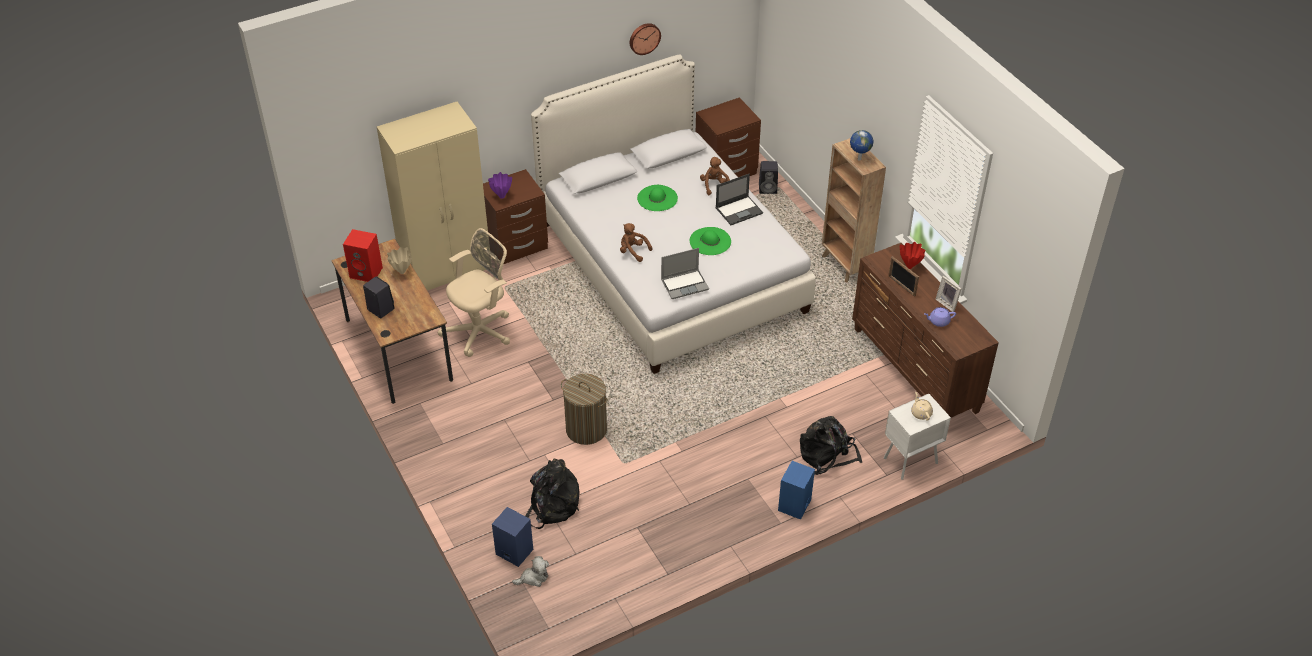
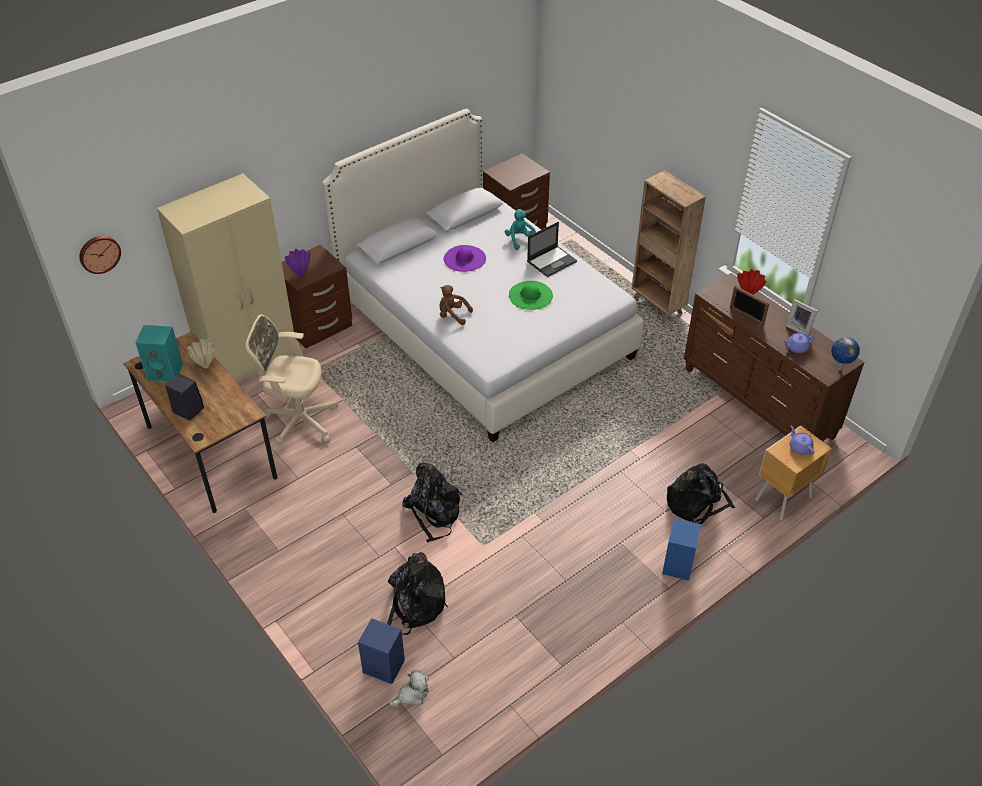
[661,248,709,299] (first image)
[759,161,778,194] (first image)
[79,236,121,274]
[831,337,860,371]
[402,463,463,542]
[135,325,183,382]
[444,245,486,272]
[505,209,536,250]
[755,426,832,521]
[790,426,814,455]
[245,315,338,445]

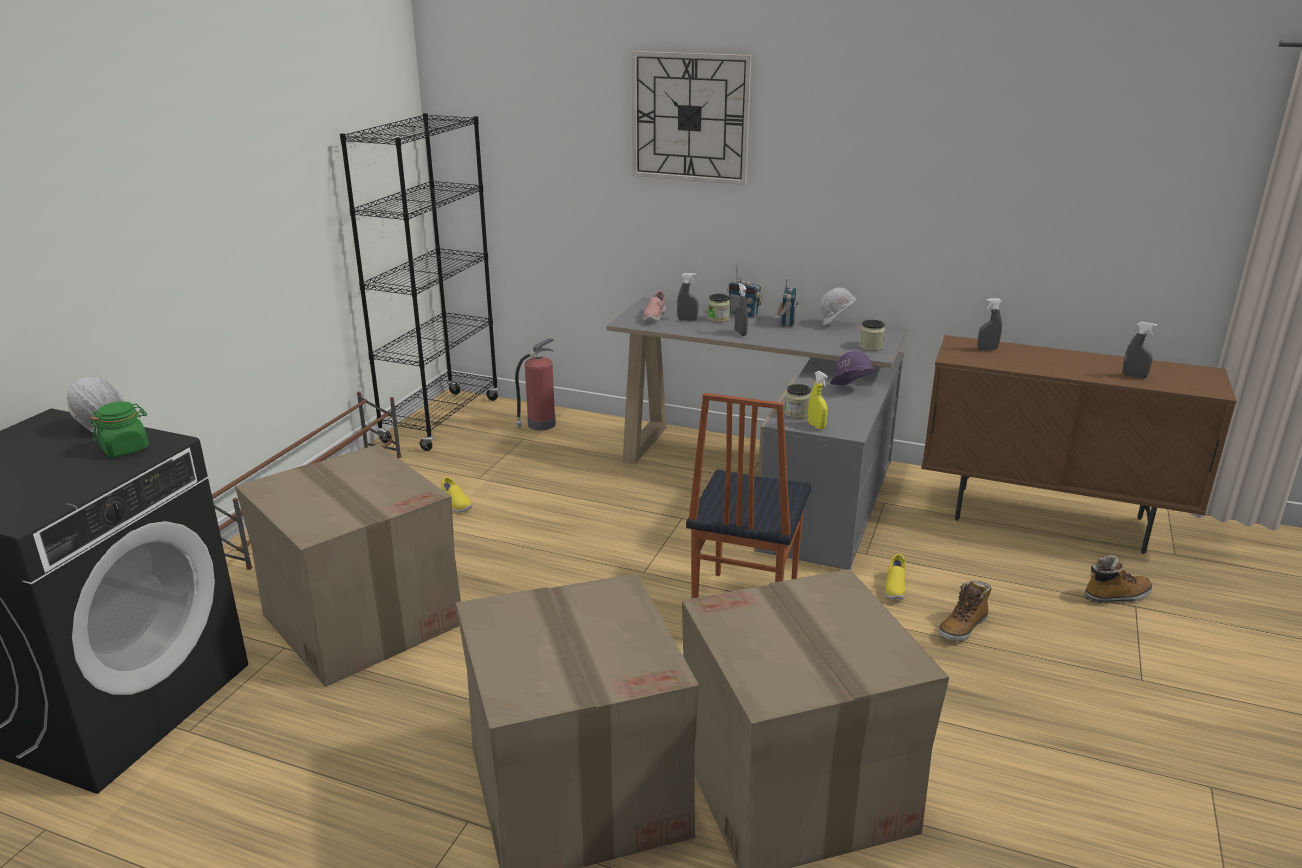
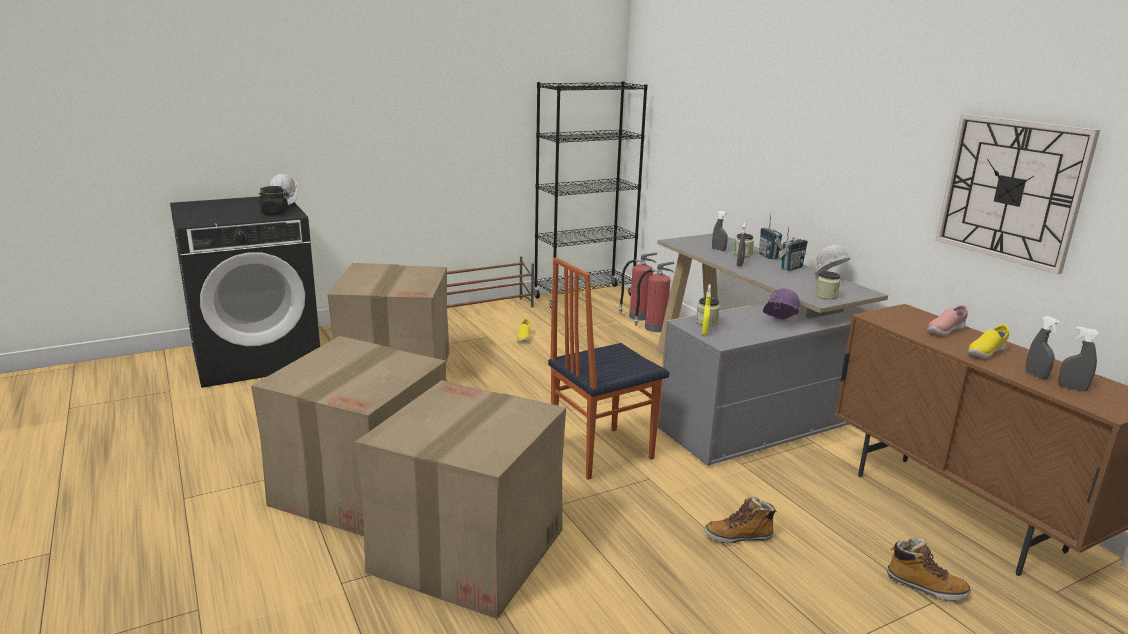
[634,262,675,332]
[935,114,1100,274]
[927,305,968,336]
[968,324,1009,358]
[1058,327,1099,391]
[259,186,289,215]

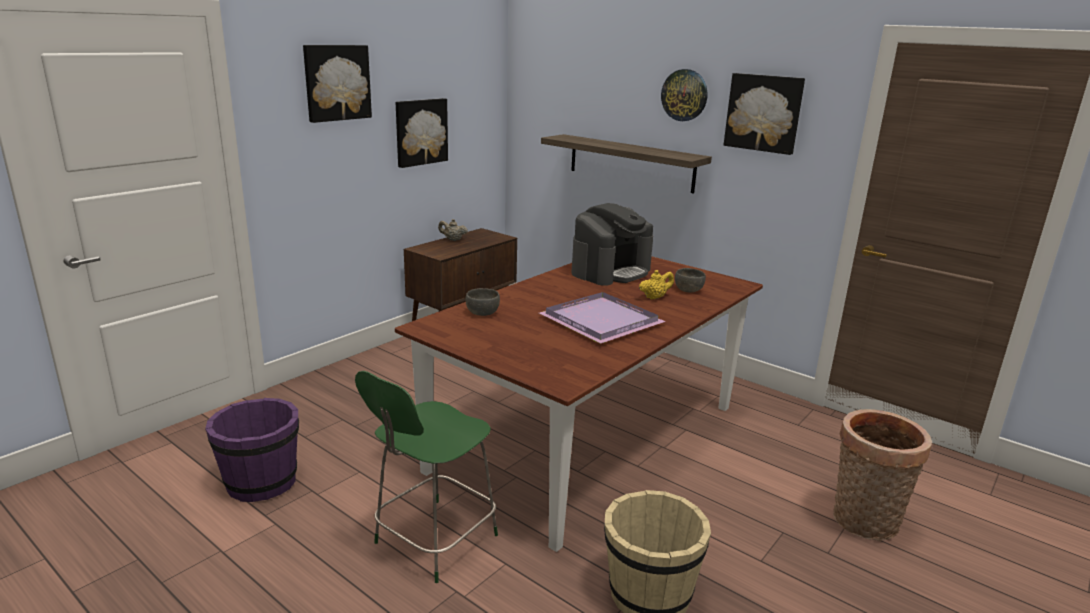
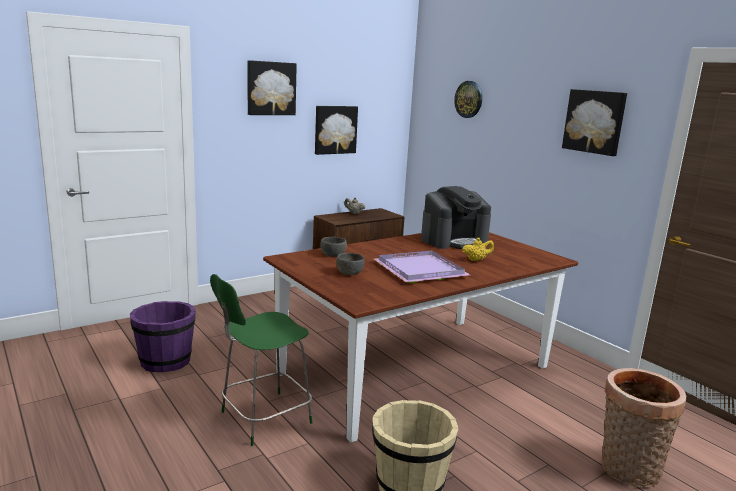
[541,134,712,194] (first image)
[454,81,482,118]
[336,253,364,275]

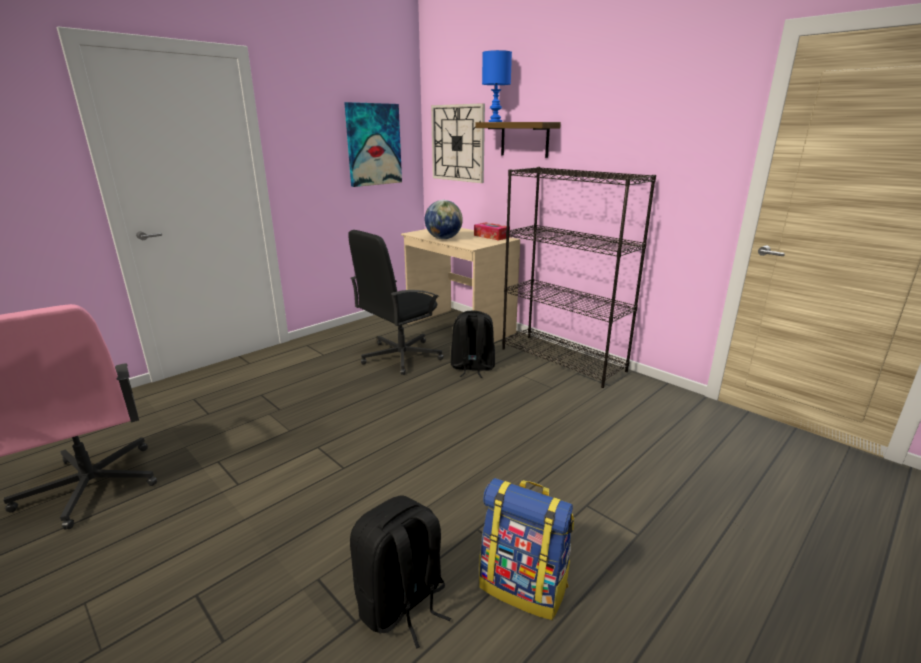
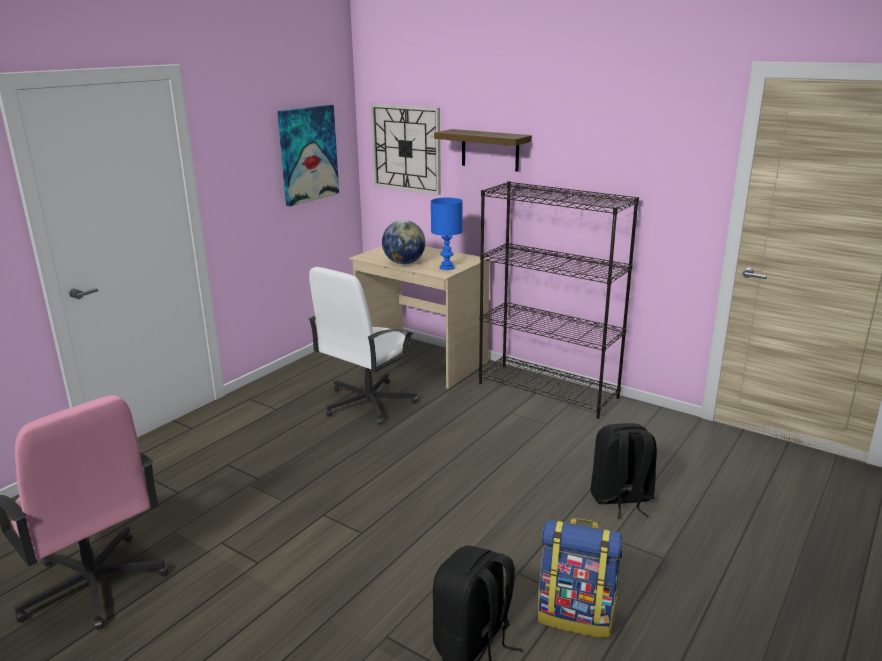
[474,222,510,241] (first image)
[590,423,657,519]
[431,198,463,270]
[309,267,418,425]

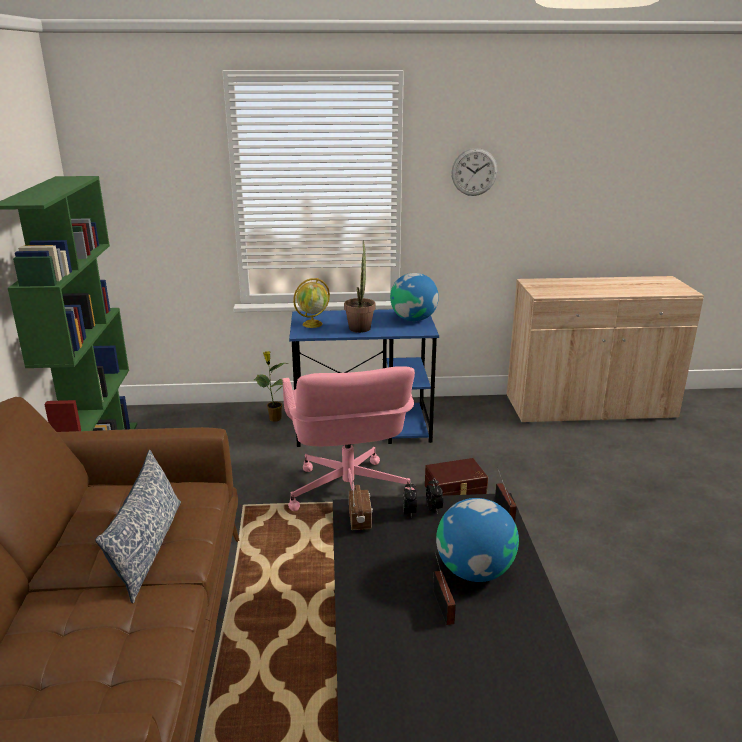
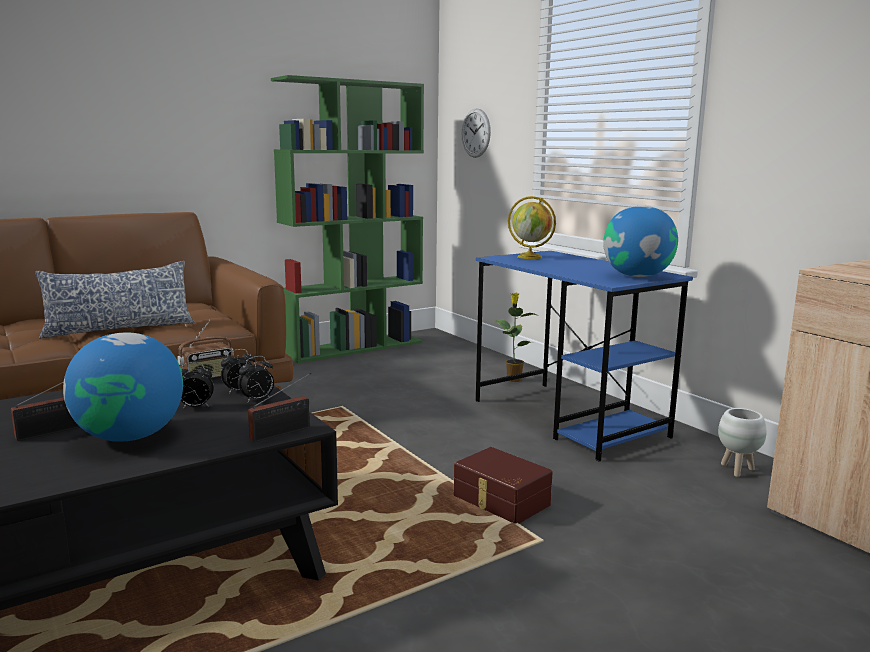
[283,366,415,511] (first image)
[344,240,375,333] (first image)
[181,362,214,409]
[718,408,766,477]
[461,108,491,158]

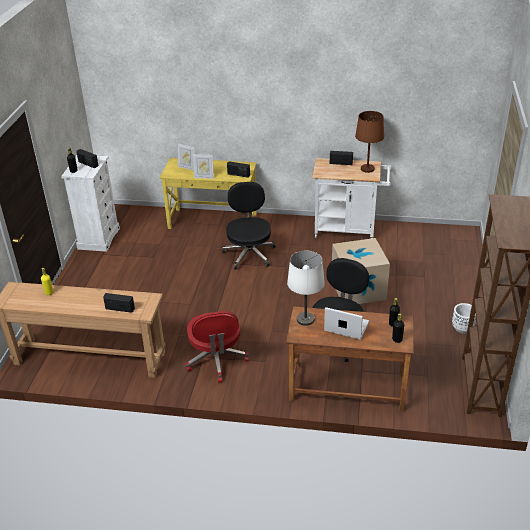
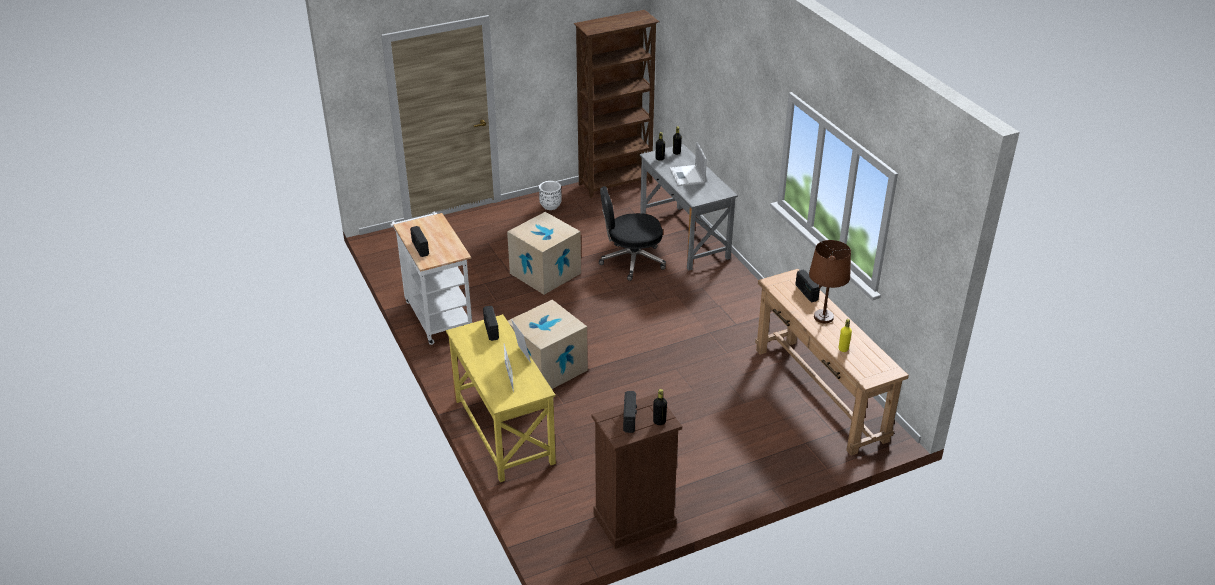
[185,311,249,383] (first image)
[287,251,325,326] (first image)
[809,240,851,323]
[508,300,588,389]
[592,393,682,549]
[640,144,738,270]

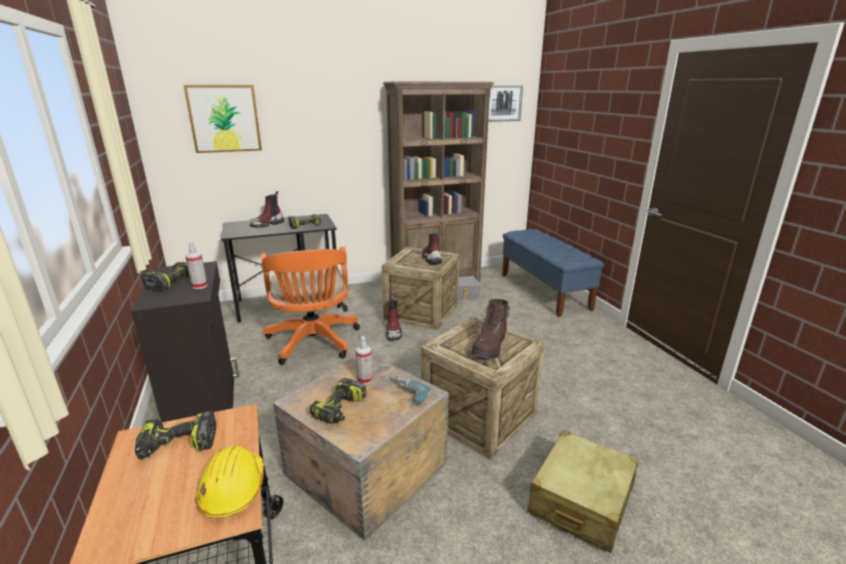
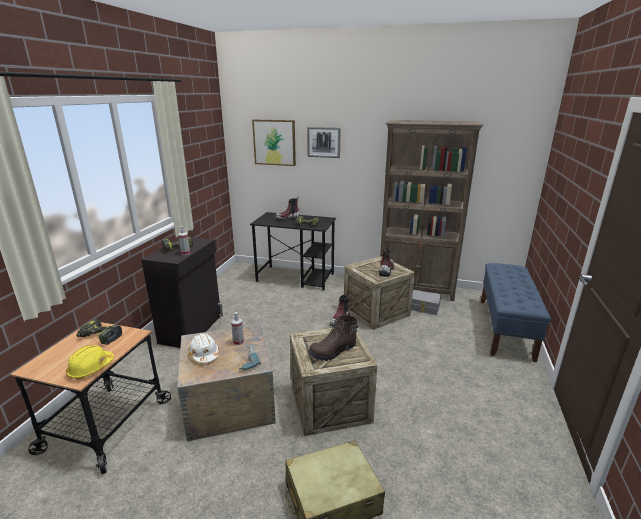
[261,246,360,365] (first image)
[307,127,341,158]
[189,333,219,363]

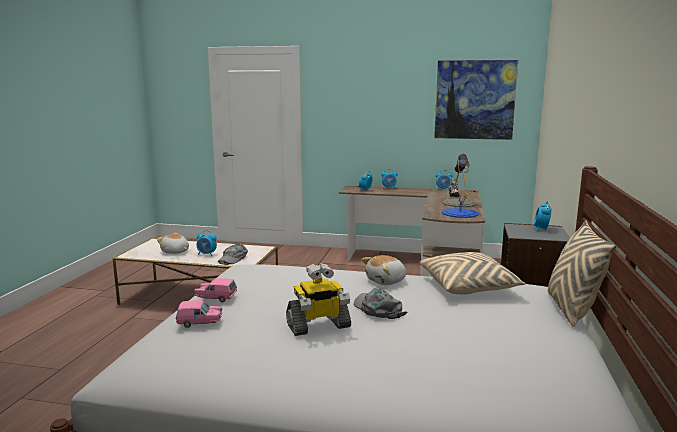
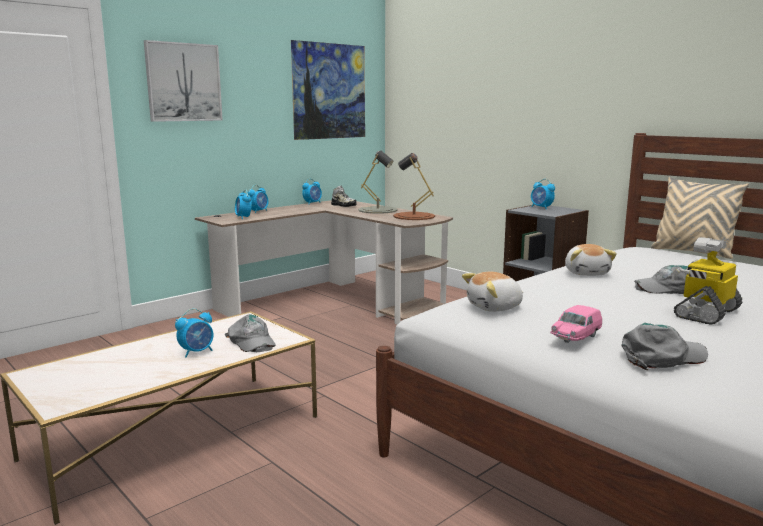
[419,252,526,294] (first image)
[144,40,223,122]
[462,272,524,312]
[621,323,708,370]
[393,153,435,220]
[671,237,743,325]

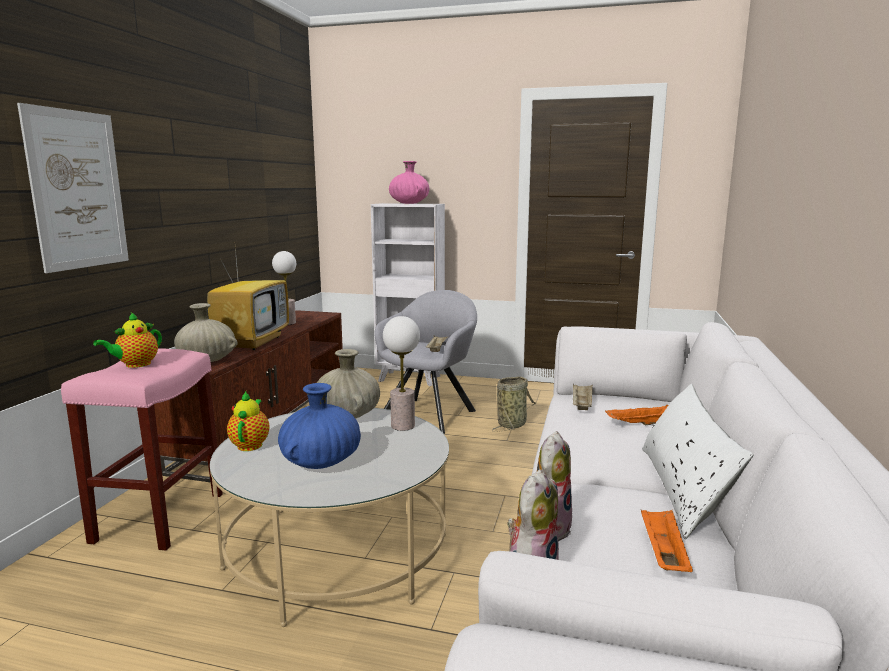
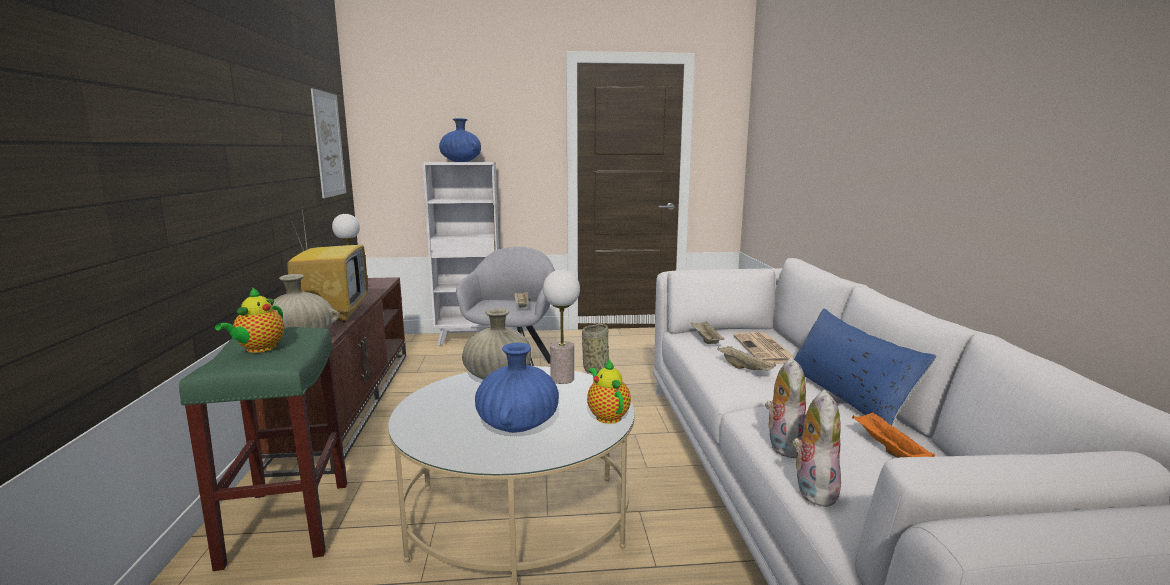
[717,346,776,370]
[311,88,346,198]
[587,359,631,424]
[733,332,795,364]
[179,327,347,571]
[439,118,481,162]
[794,309,936,426]

